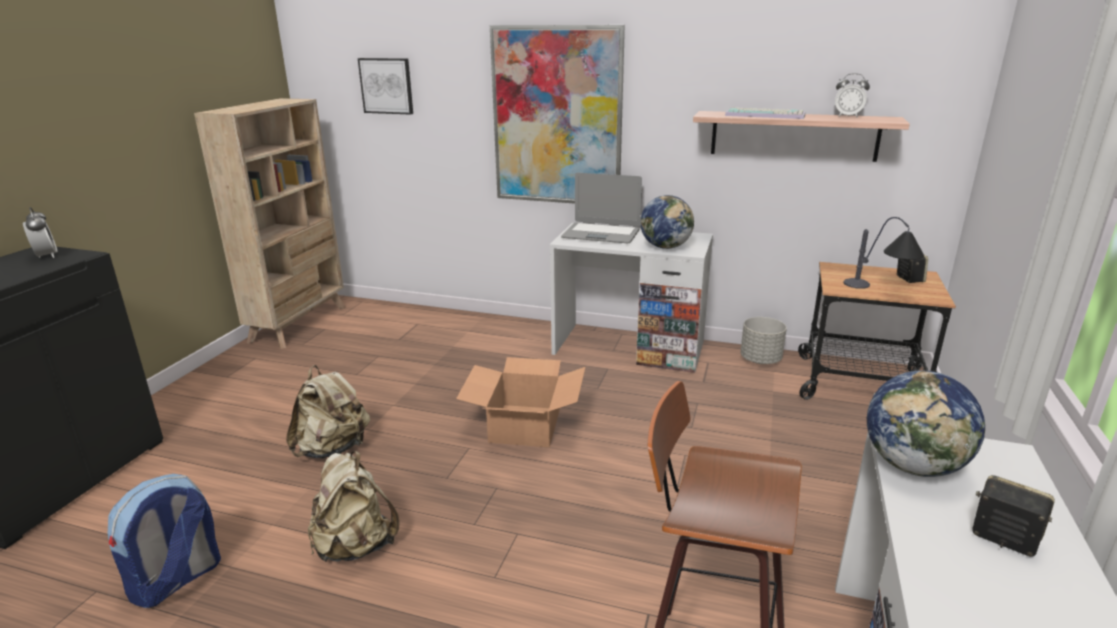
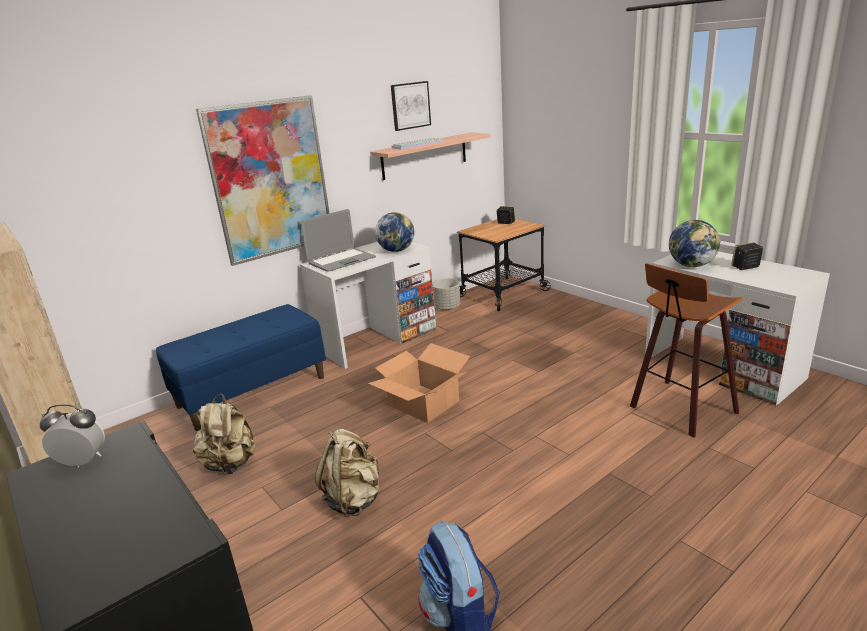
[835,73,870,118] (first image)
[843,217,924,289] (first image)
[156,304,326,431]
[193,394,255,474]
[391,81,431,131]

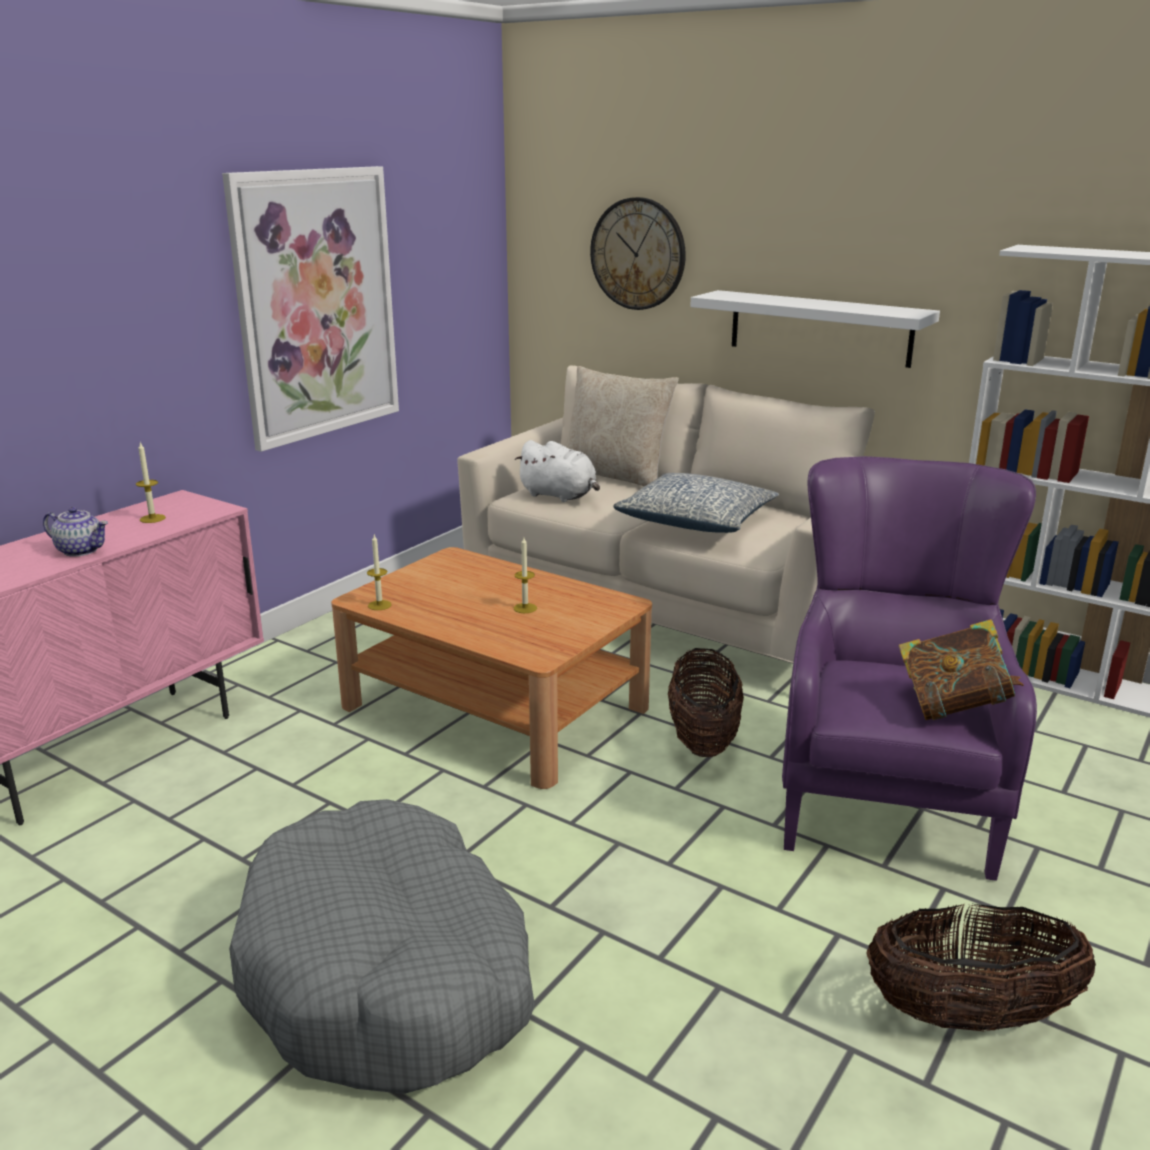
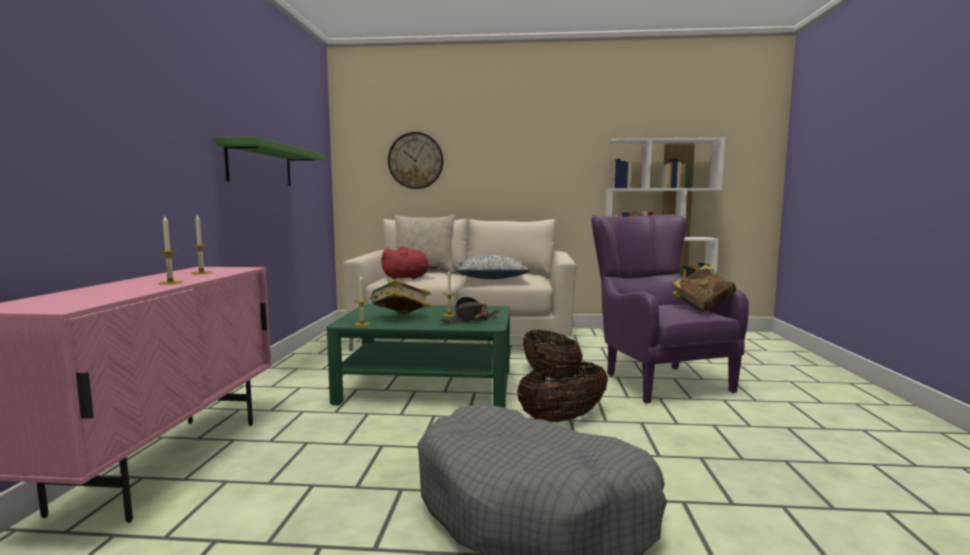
[690,290,940,368] (first image)
[370,279,431,314]
[440,297,500,323]
[517,362,608,423]
[157,216,182,285]
[215,137,325,186]
[326,304,510,408]
[381,246,437,279]

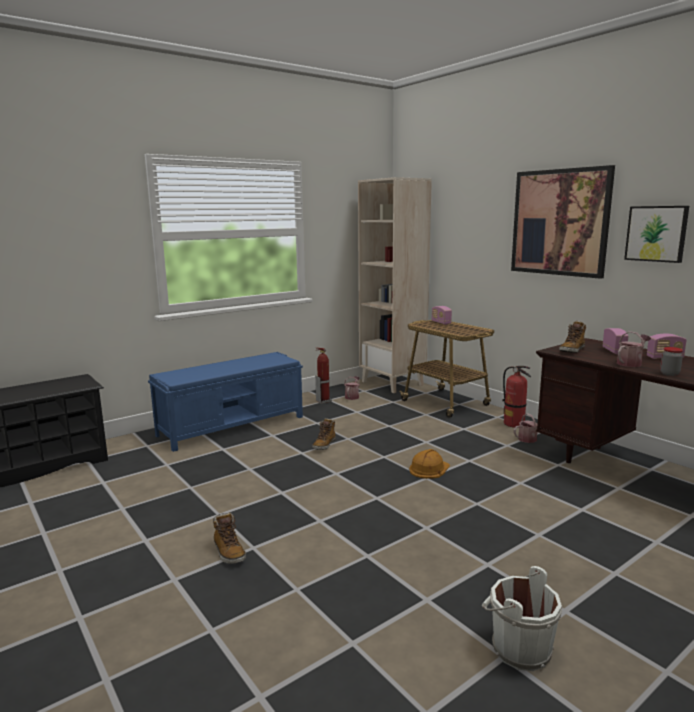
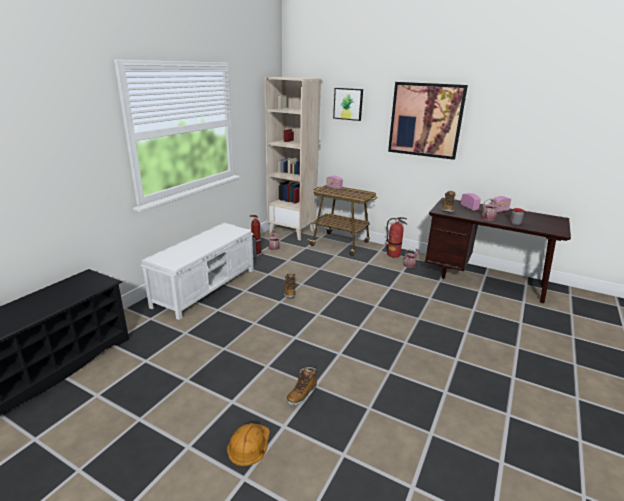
[482,566,562,671] (first image)
[227,423,270,466]
[333,88,363,121]
[141,223,254,320]
[286,367,317,405]

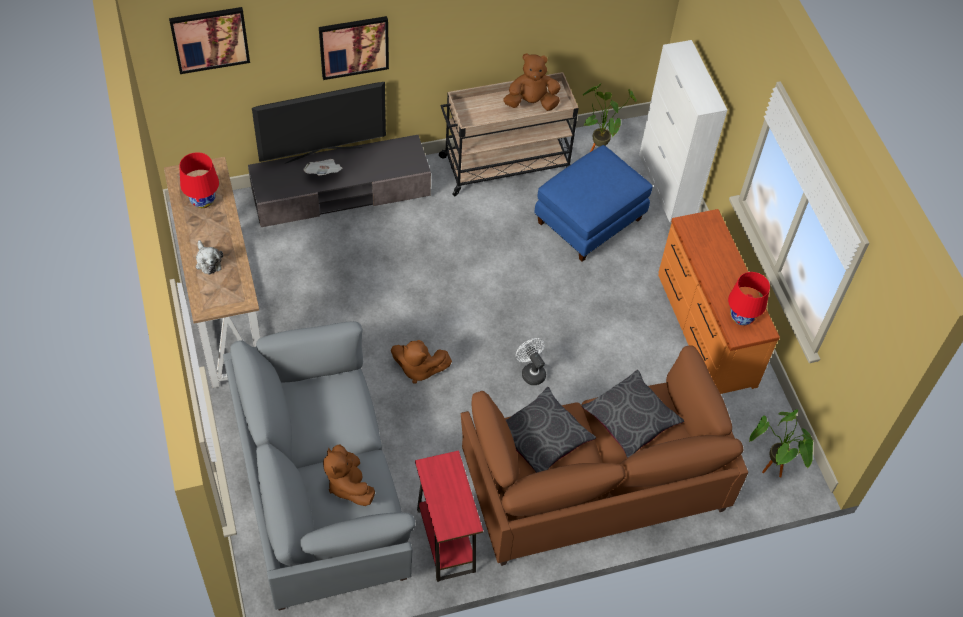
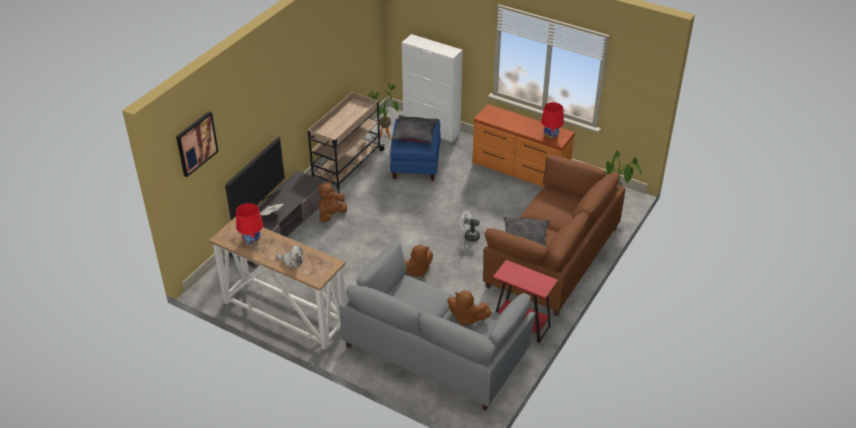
[319,16,389,80] (first image)
[318,181,347,222]
[391,115,439,144]

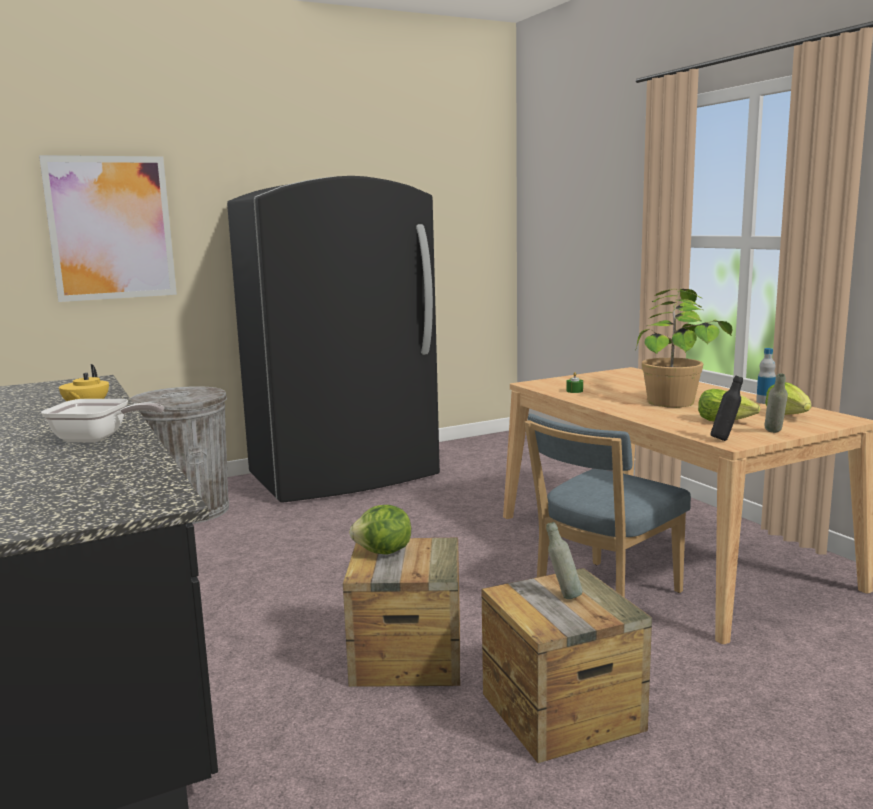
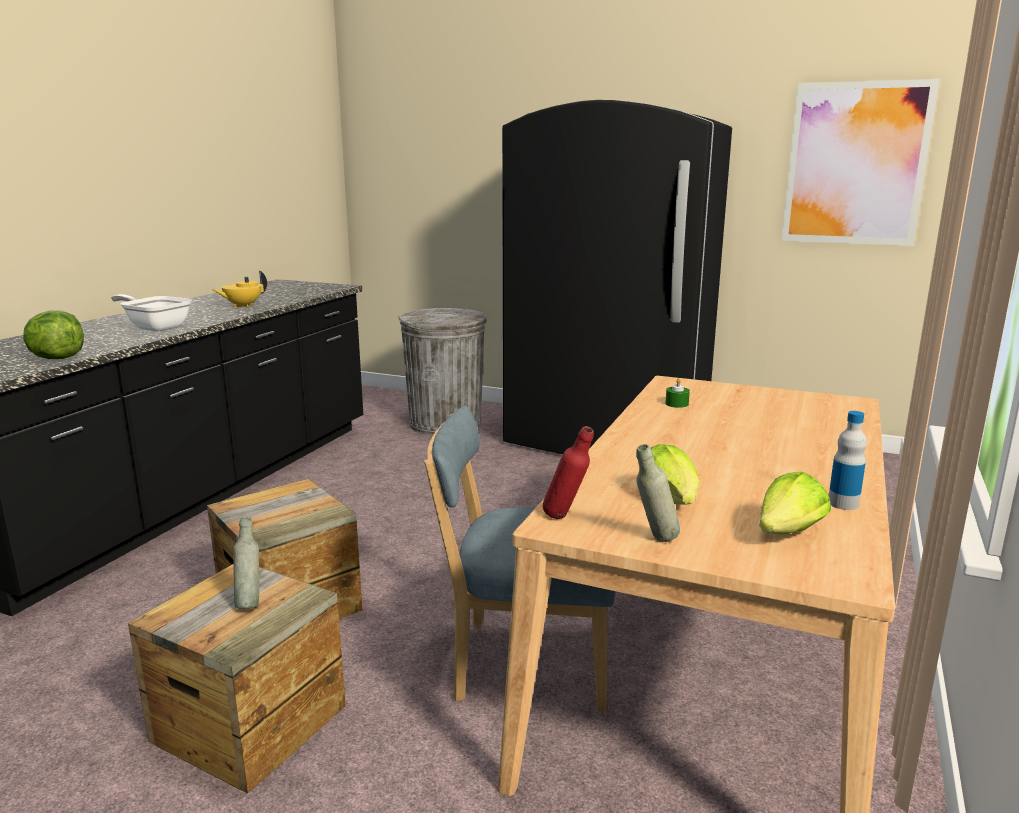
[635,289,733,407] (first image)
[781,79,939,246]
[23,310,84,359]
[543,426,594,519]
[111,294,192,332]

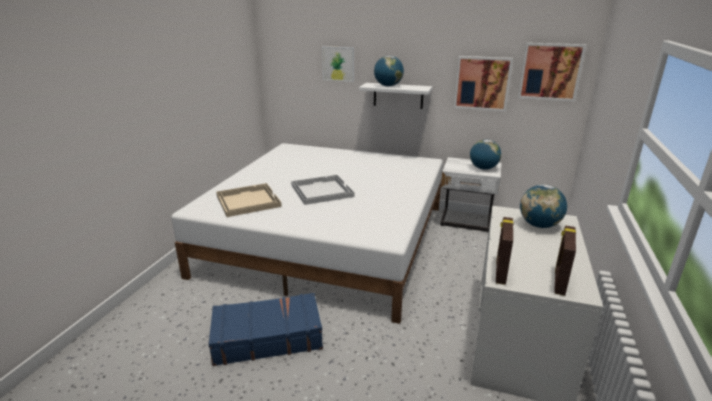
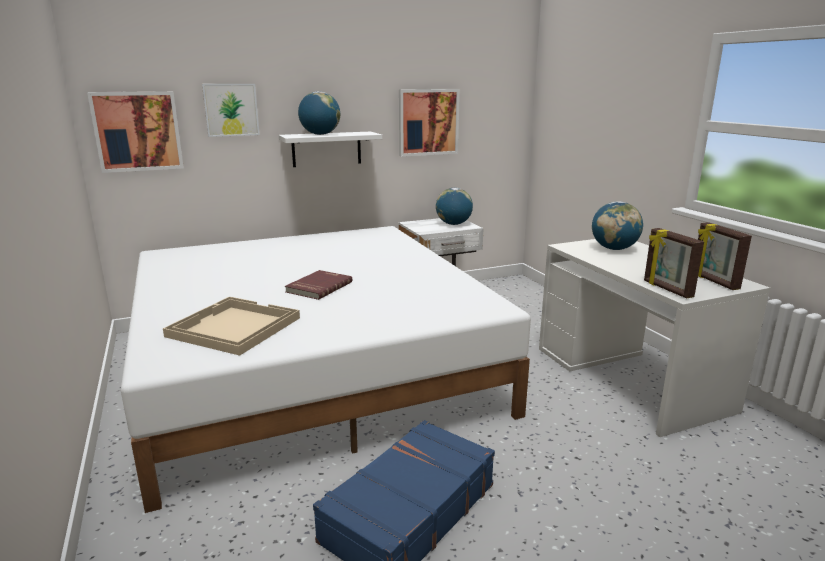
[87,91,184,173]
[285,270,352,300]

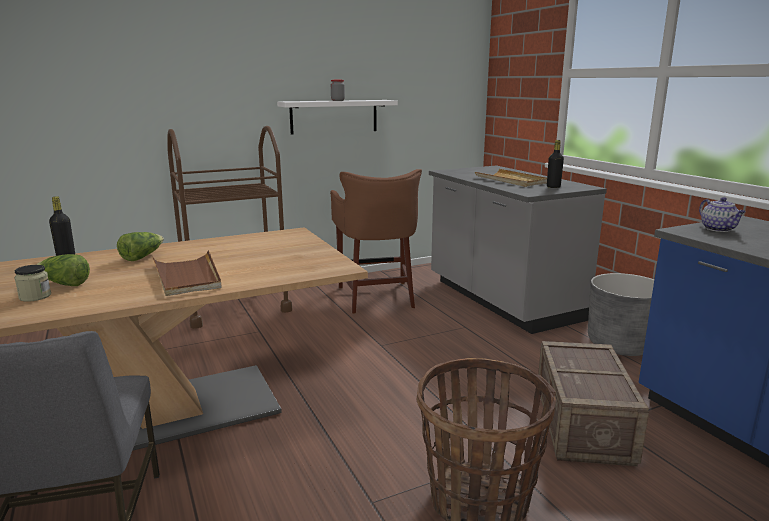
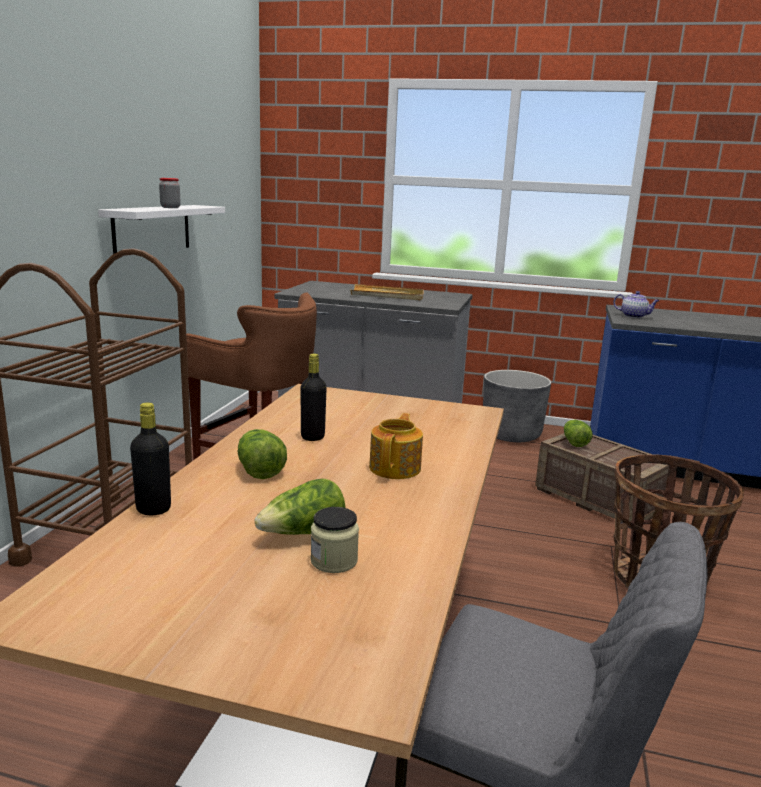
[564,420,593,447]
[300,354,327,441]
[369,413,423,479]

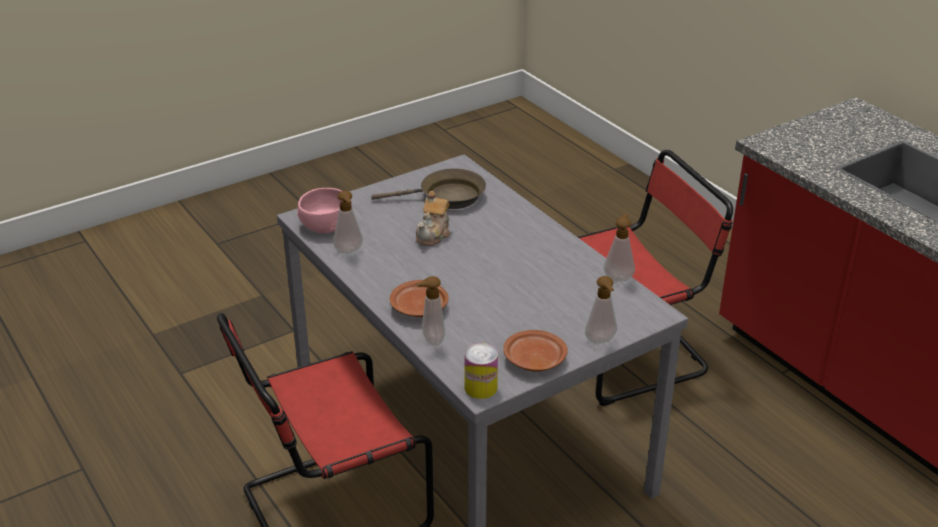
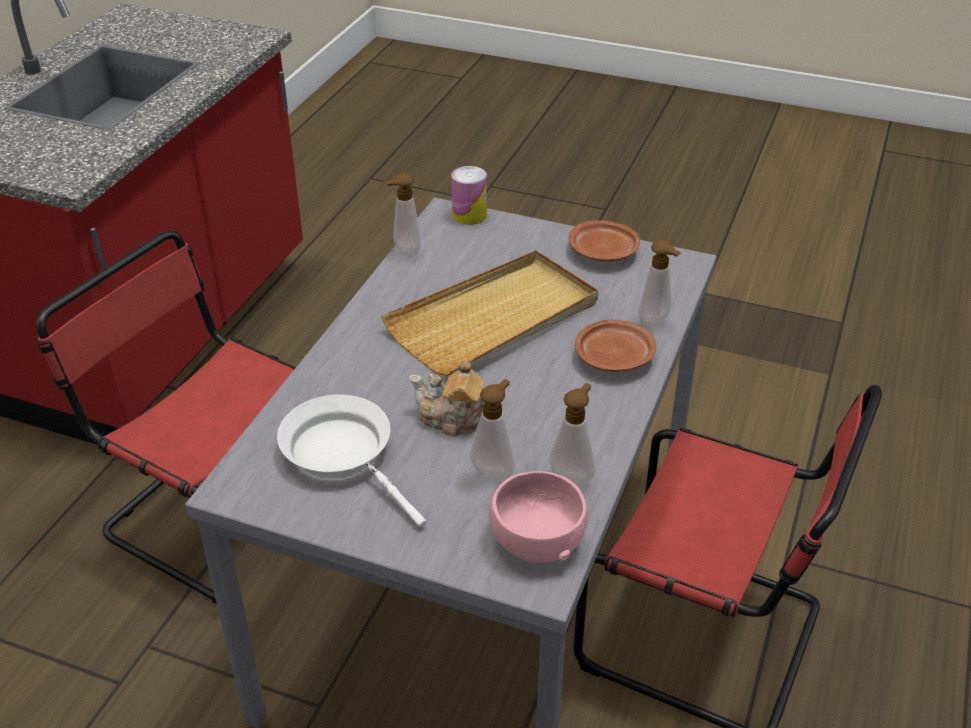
[381,250,598,376]
[452,166,487,225]
[470,379,515,481]
[277,395,426,527]
[409,360,483,437]

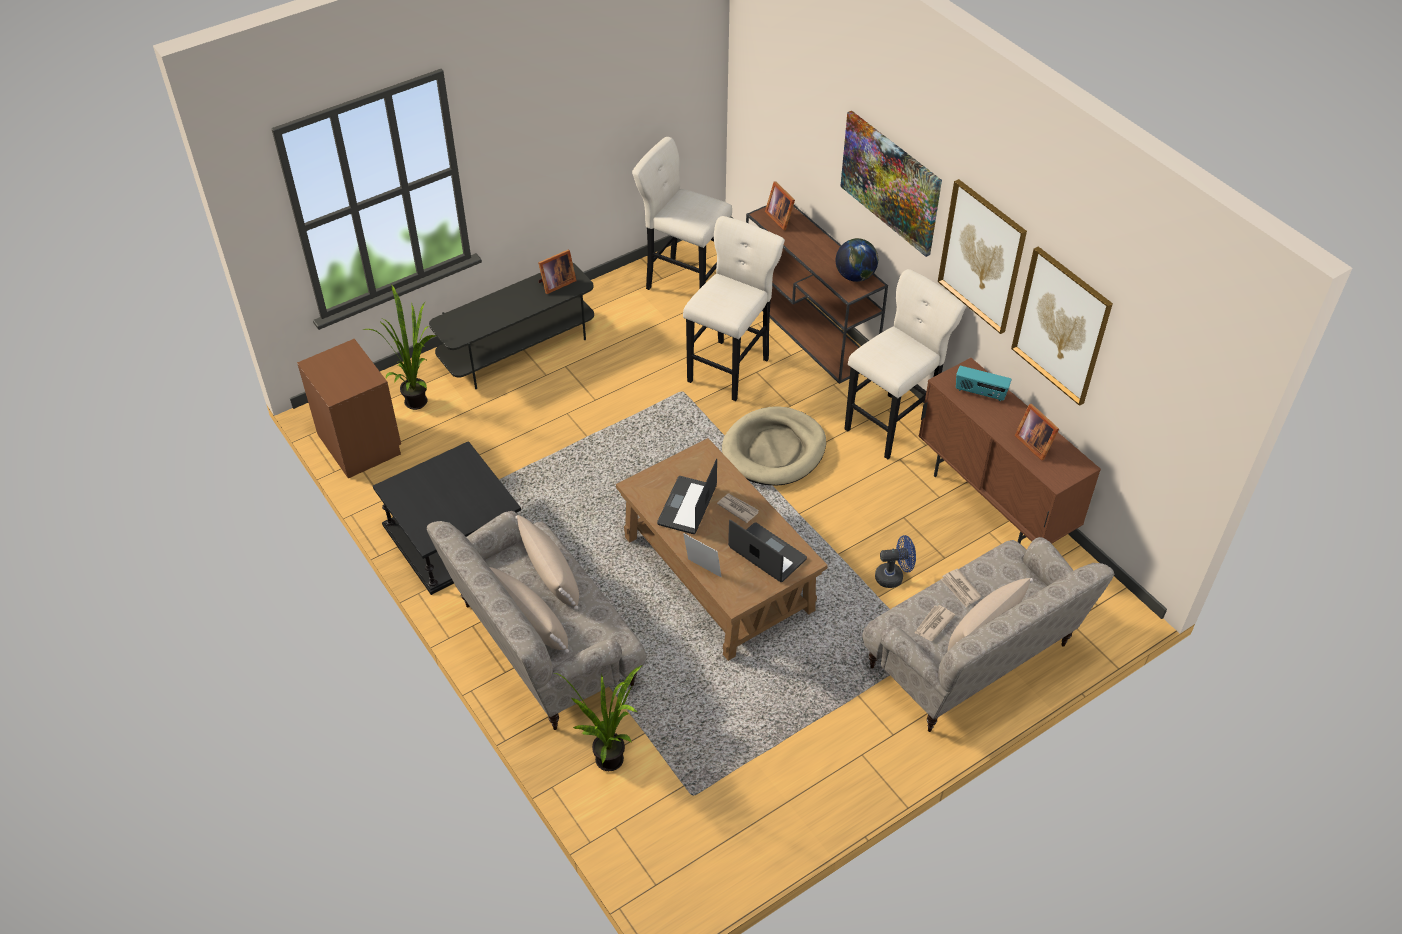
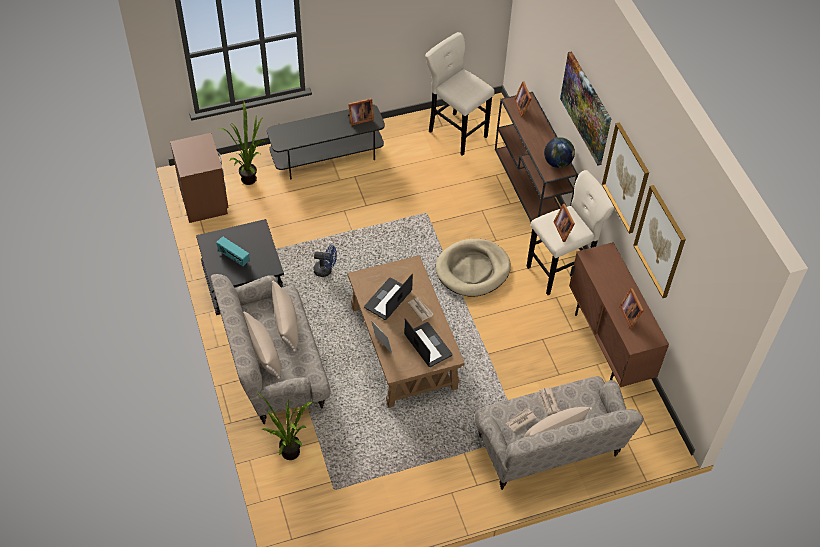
[683,216,785,401] (first image)
[554,204,575,242]
[314,245,337,277]
[216,237,249,266]

